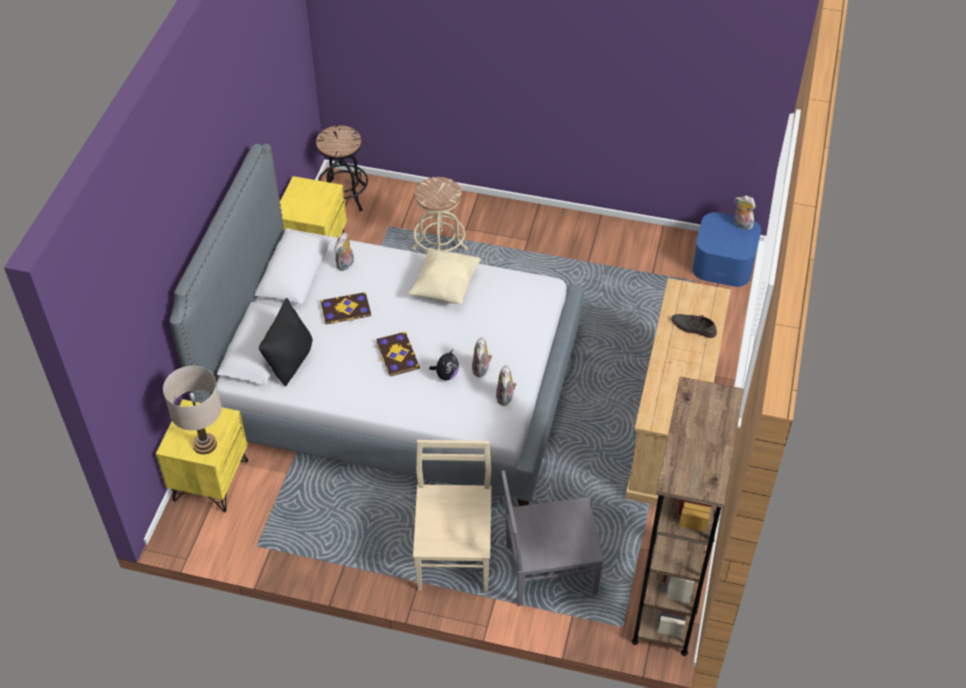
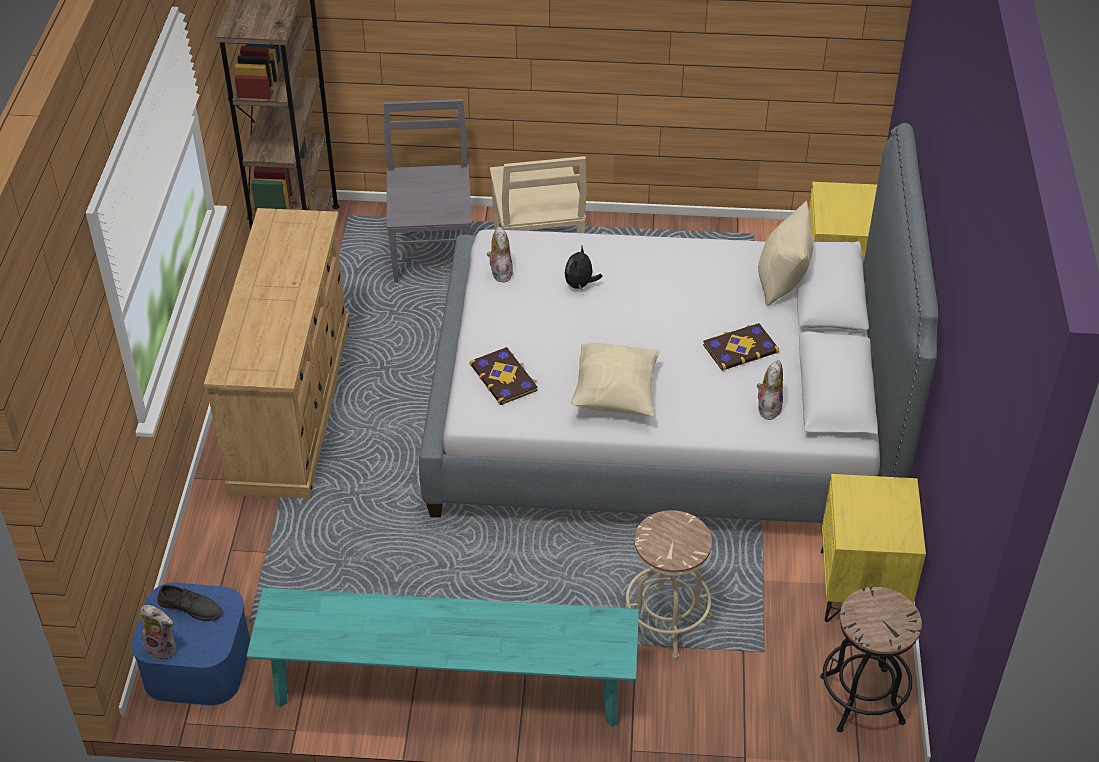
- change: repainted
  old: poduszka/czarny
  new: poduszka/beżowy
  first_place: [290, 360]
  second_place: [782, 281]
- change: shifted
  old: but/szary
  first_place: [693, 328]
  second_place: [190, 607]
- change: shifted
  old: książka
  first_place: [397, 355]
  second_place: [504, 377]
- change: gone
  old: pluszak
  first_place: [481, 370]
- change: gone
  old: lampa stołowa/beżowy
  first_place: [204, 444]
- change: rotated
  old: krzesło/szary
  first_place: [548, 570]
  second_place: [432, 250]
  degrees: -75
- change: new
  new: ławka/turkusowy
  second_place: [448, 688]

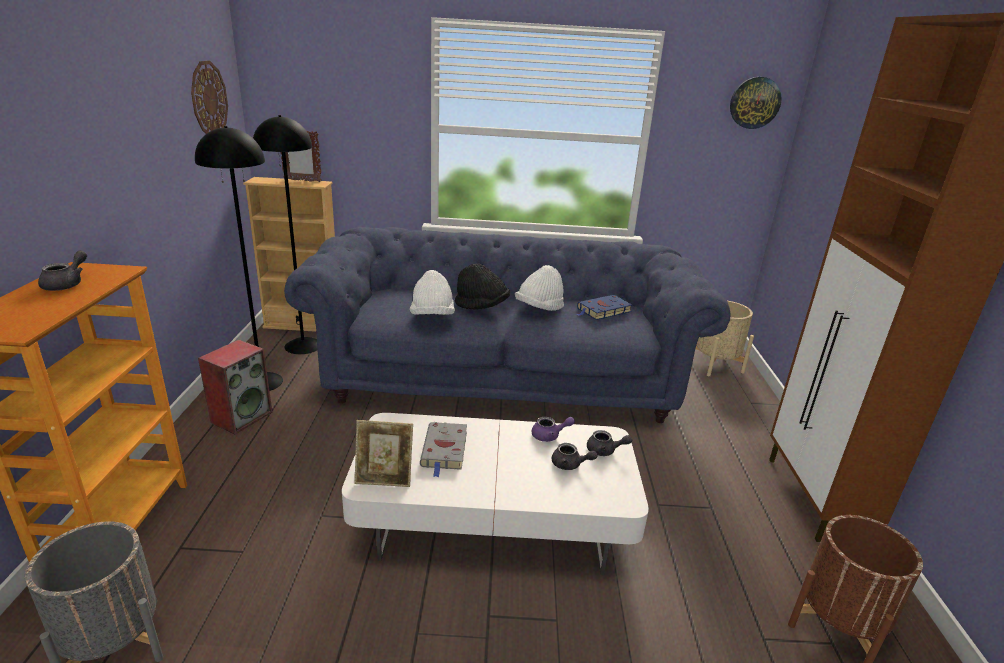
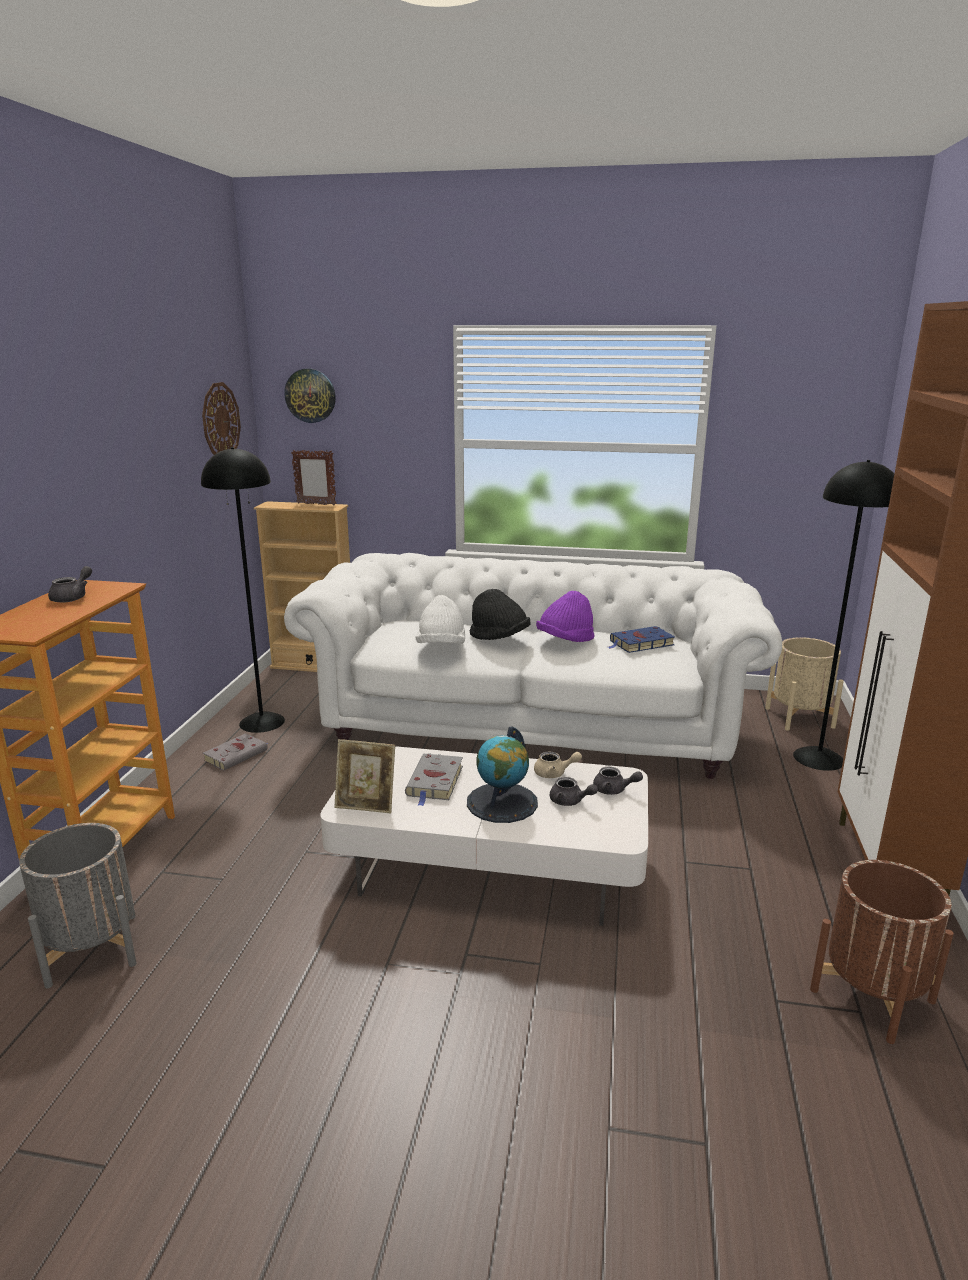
- change: shifted
  old: zegar ścienny
  first_place: [754, 103]
  second_place: [310, 395]
- change: shifted
  old: lampa stojąca/czarny
  first_place: [303, 346]
  second_place: [819, 758]
- change: repainted
  old: kanapa/niebieski
  new: kanapa/biały
  first_place: [502, 377]
  second_place: [530, 725]
- change: repainted
  old: kapelusz/biały
  new: kapelusz/fioletowy
  first_place: [539, 308]
  second_place: [565, 640]
- change: swapped
  old: głośnik
  new: książka/szary
  first_place: [242, 416]
  second_place: [237, 755]
- change: repainted
  old: imbryk/fioletowy
  new: imbryk/beżowy
  first_place: [549, 436]
  second_place: [554, 773]
- change: new
  new: globus
  second_place: [502, 802]

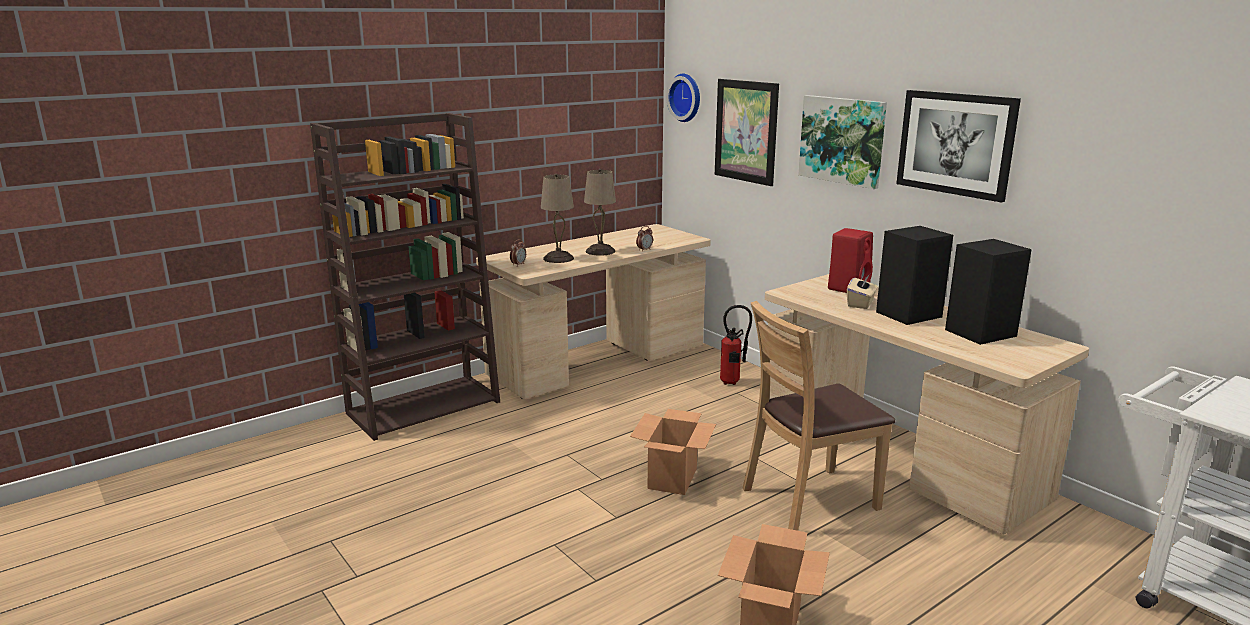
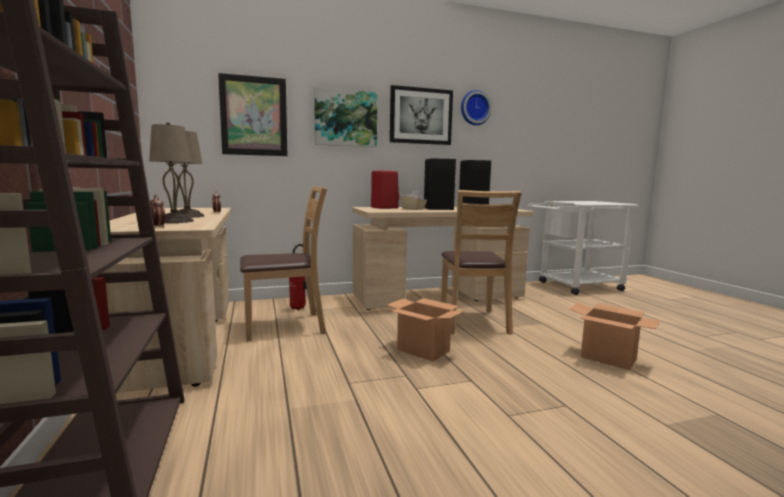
- change: shifted
  old: zegar ścienny
  first_place: [686, 97]
  second_place: [474, 108]
- change: new
  new: krzesło/brązowy
  second_place: [285, 326]

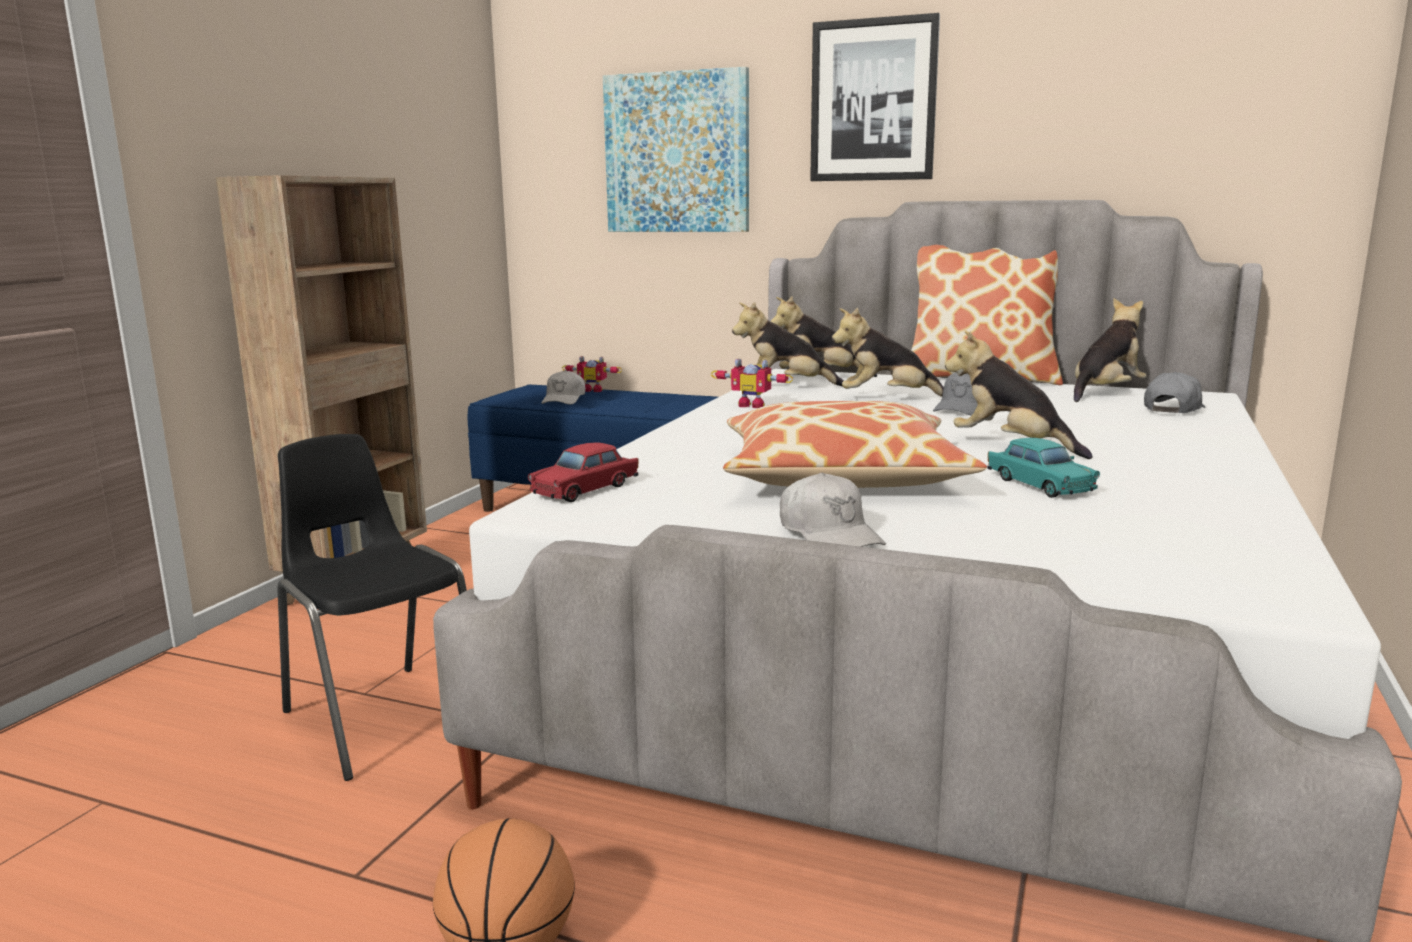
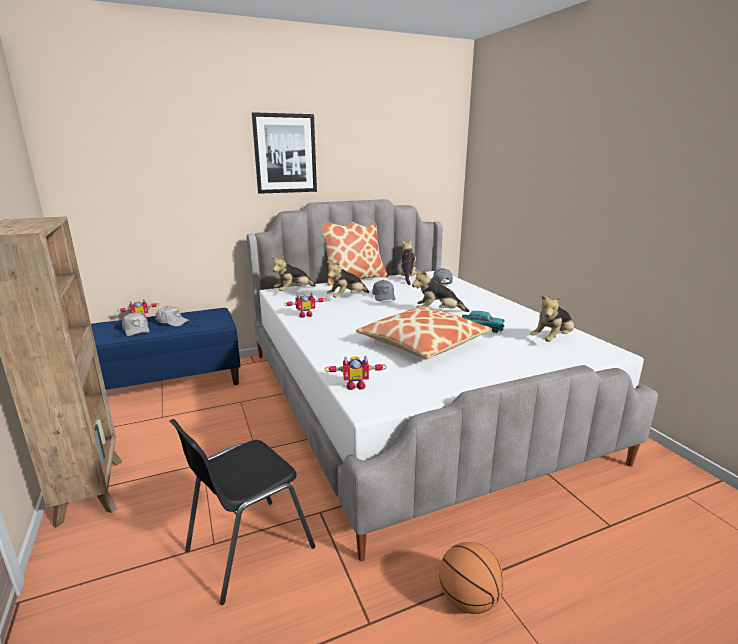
- change: gone
  old: obraz
  first_place: [677, 153]
- change: shifted
  old: pluszak
  first_place: [785, 387]
  second_place: [552, 340]
- change: rotated
  old: krzesło/czarny
  first_place: [384, 717]
  second_place: [248, 548]
  degrees: -45
- change: swapped
  old: samochodzik/czerwony
  new: robot zabawkowy
  first_place: [586, 489]
  second_place: [355, 385]
- change: shifted
  old: czapka z daszkiem/biały
  first_place: [829, 535]
  second_place: [172, 322]

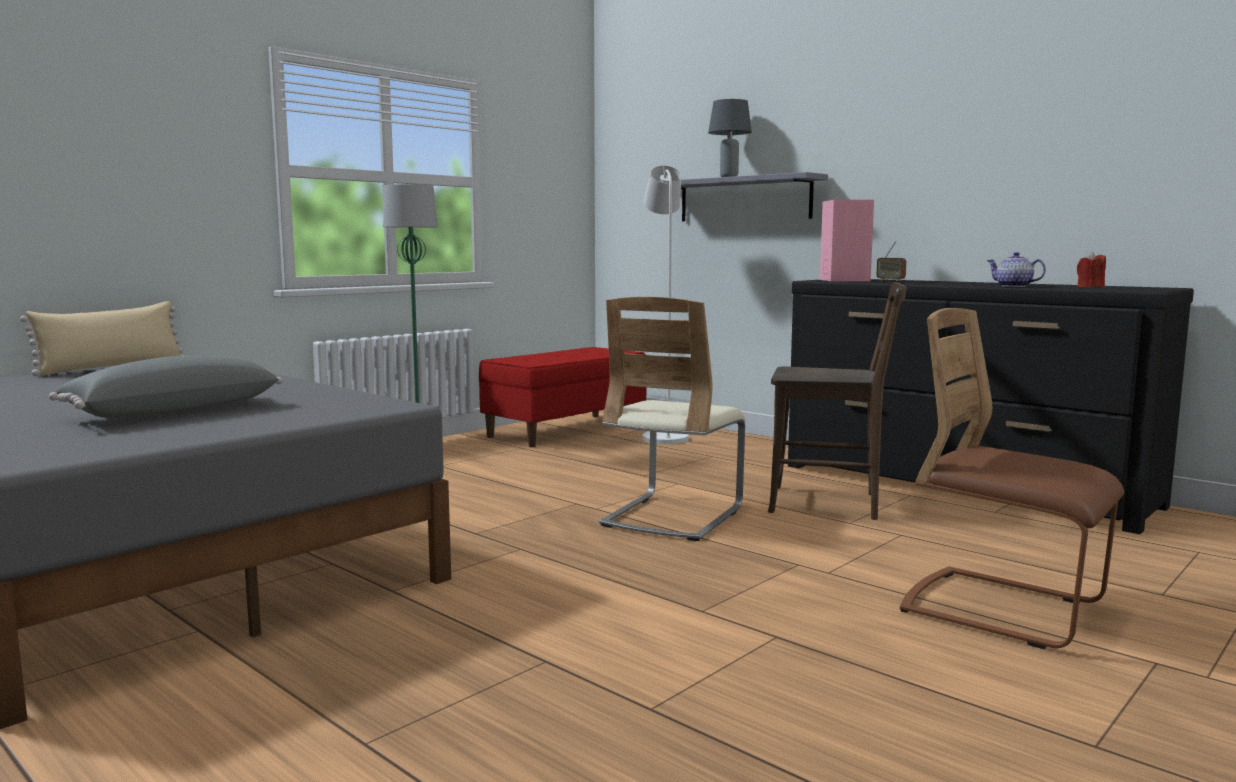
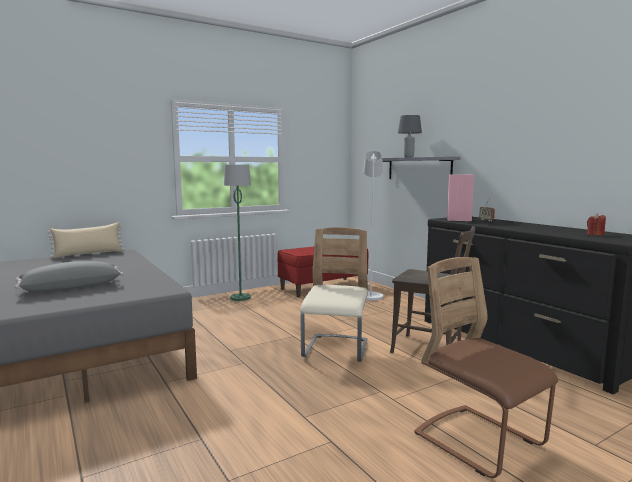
- change: gone
  old: imbryk
  first_place: [1014, 286]
- change: rotated
  old: krzesło/beżowy
  first_place: [672, 516]
  second_place: [336, 350]
  degrees: 150

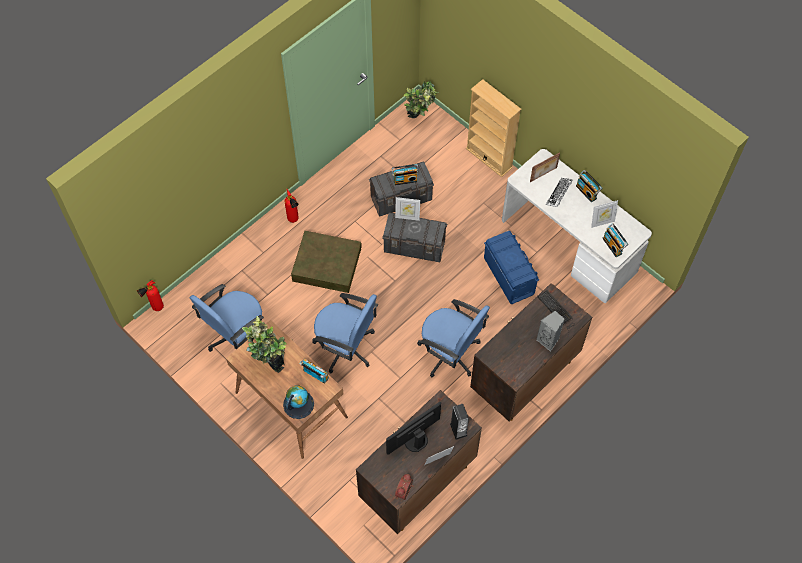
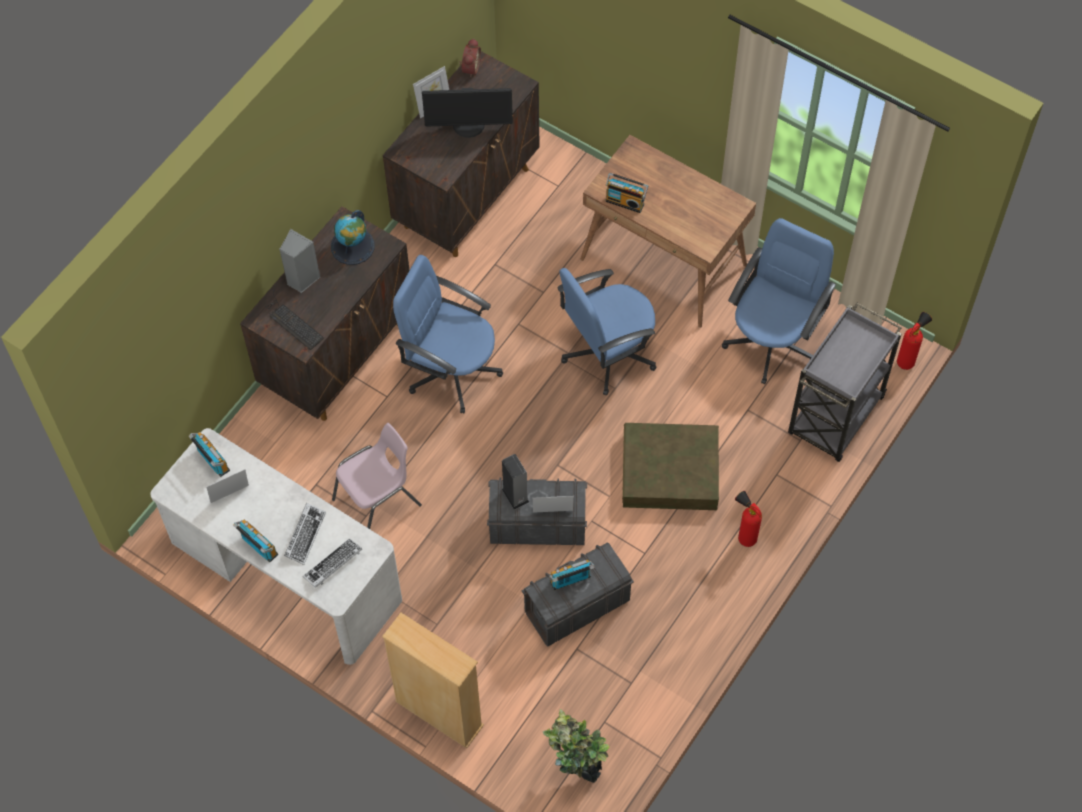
- change: swapped
  old: ramka na zdjęcie
  new: klawiatura
  first_place: [543, 175]
  second_place: [333, 565]
- change: swapped
  old: pojemnik do przechowywania/niebieski
  new: krzesło/różowy
  first_place: [508, 276]
  second_place: [378, 503]
- change: rotated
  old: krzesło biurowe/niebieski
  first_place: [346, 347]
  second_place: [607, 353]
  degrees: -45
- change: gone
  old: roślina doniczkowa
  first_place: [269, 362]
- change: shifted
  old: globus
  first_place: [298, 404]
  second_place: [352, 246]
- change: rotated
  old: monitor
  first_place: [415, 440]
  second_place: [468, 126]
  degrees: 45
- change: shifted
  old: głośnik
  first_place: [458, 429]
  second_place: [515, 495]
- change: new
  new: wózek/szary
  second_place: [835, 418]

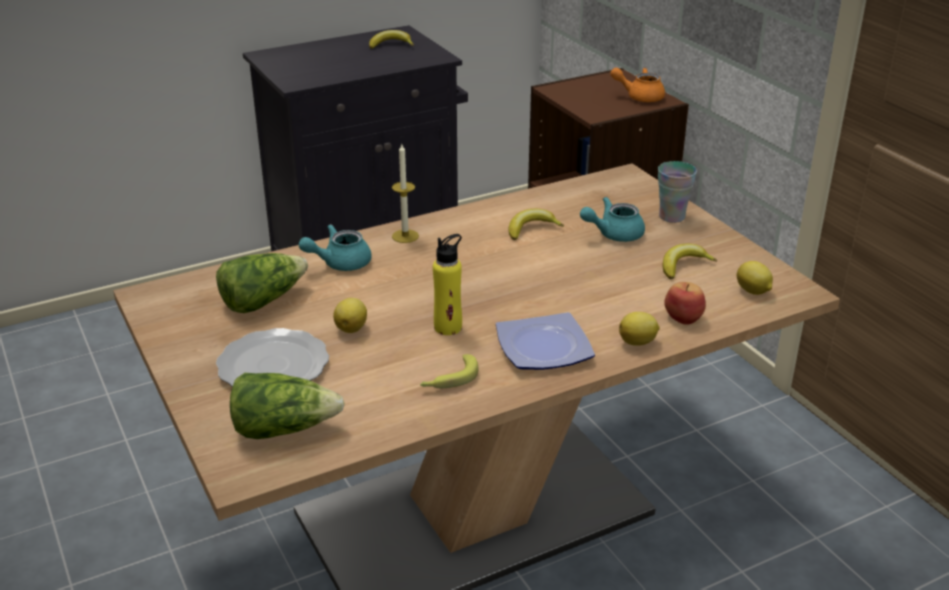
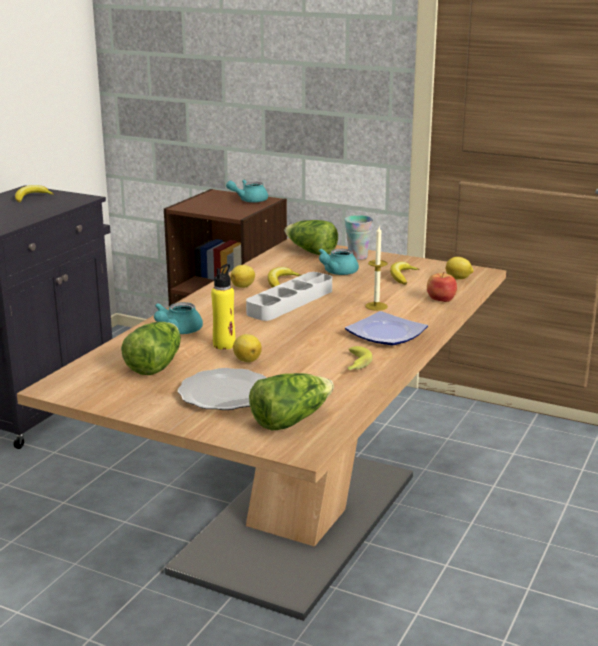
- change: repainted
  old: imbryk/pomarańczowy
  new: imbryk/turkusowy
  first_place: [639, 97]
  second_place: [249, 200]
- change: shifted
  old: świeca
  first_place: [405, 236]
  second_place: [376, 306]
- change: shifted
  old: butelka/żółty
  first_place: [448, 327]
  second_place: [224, 345]
- change: shifted
  old: cytryna
  first_place: [638, 342]
  second_place: [243, 286]
- change: new
  new: sałata
  second_place: [310, 252]
- change: new
  new: taca/szary
  second_place: [290, 302]

